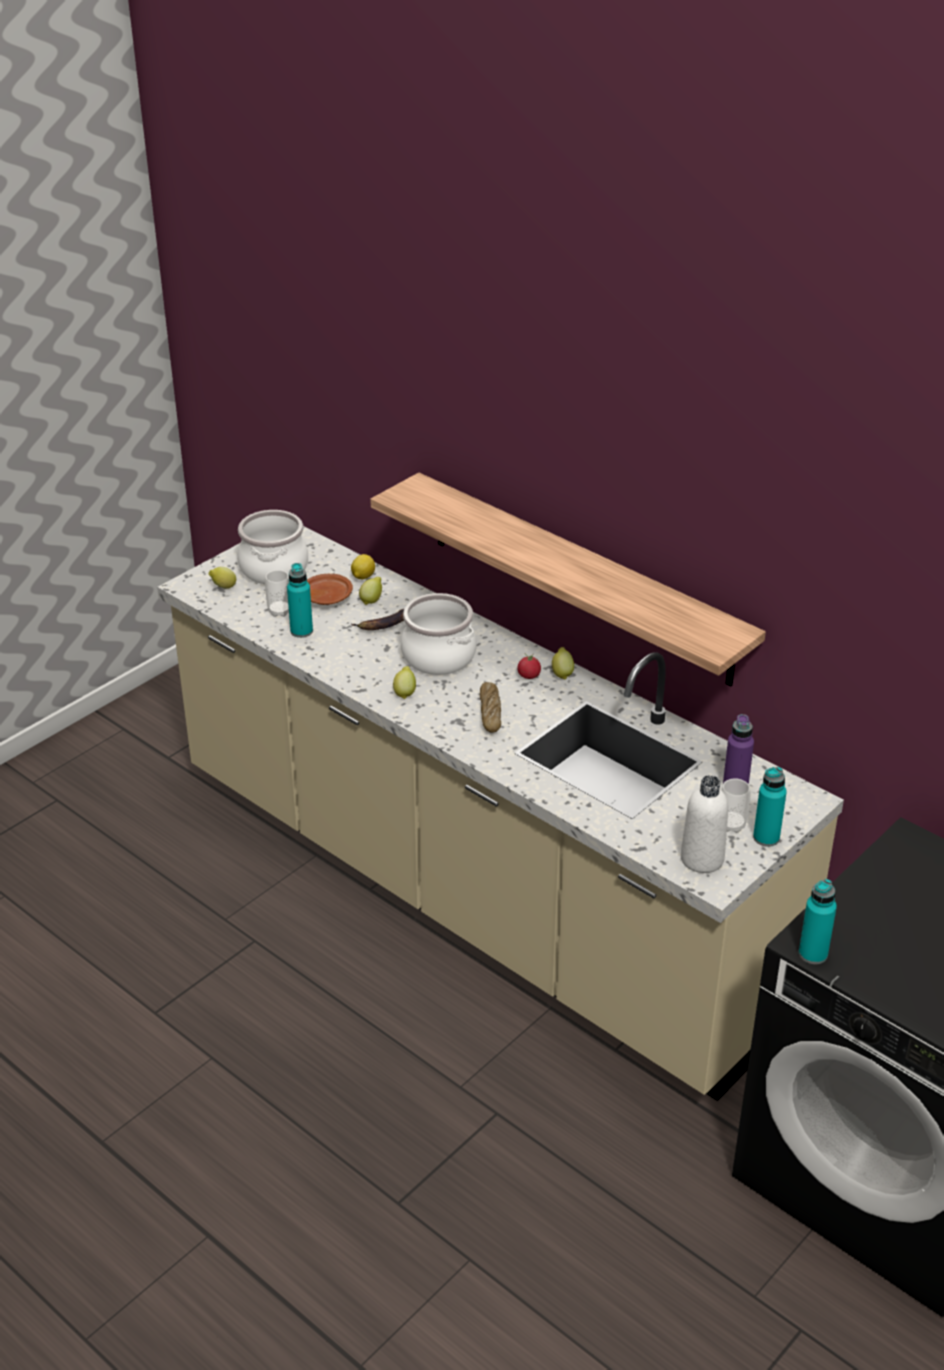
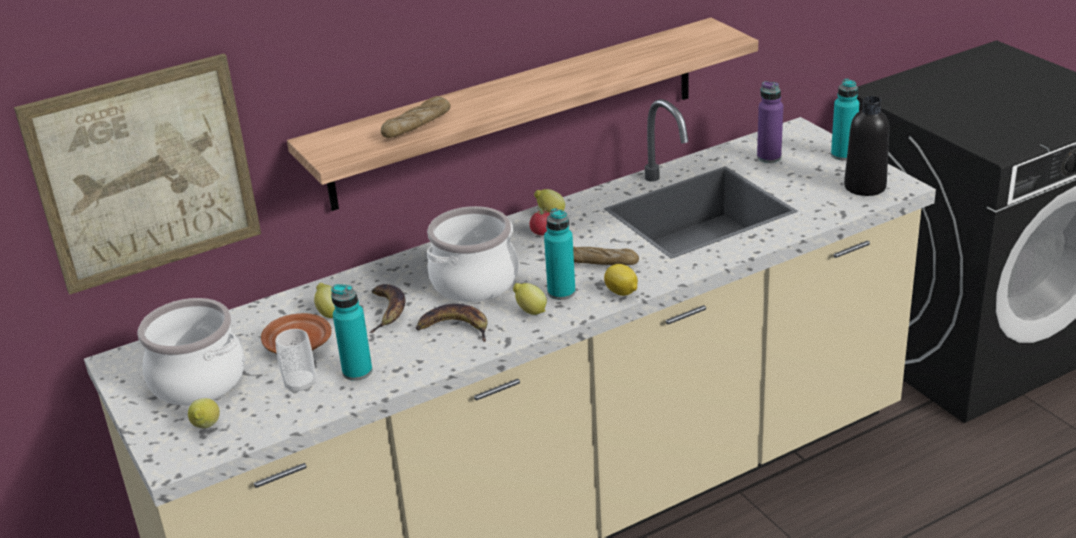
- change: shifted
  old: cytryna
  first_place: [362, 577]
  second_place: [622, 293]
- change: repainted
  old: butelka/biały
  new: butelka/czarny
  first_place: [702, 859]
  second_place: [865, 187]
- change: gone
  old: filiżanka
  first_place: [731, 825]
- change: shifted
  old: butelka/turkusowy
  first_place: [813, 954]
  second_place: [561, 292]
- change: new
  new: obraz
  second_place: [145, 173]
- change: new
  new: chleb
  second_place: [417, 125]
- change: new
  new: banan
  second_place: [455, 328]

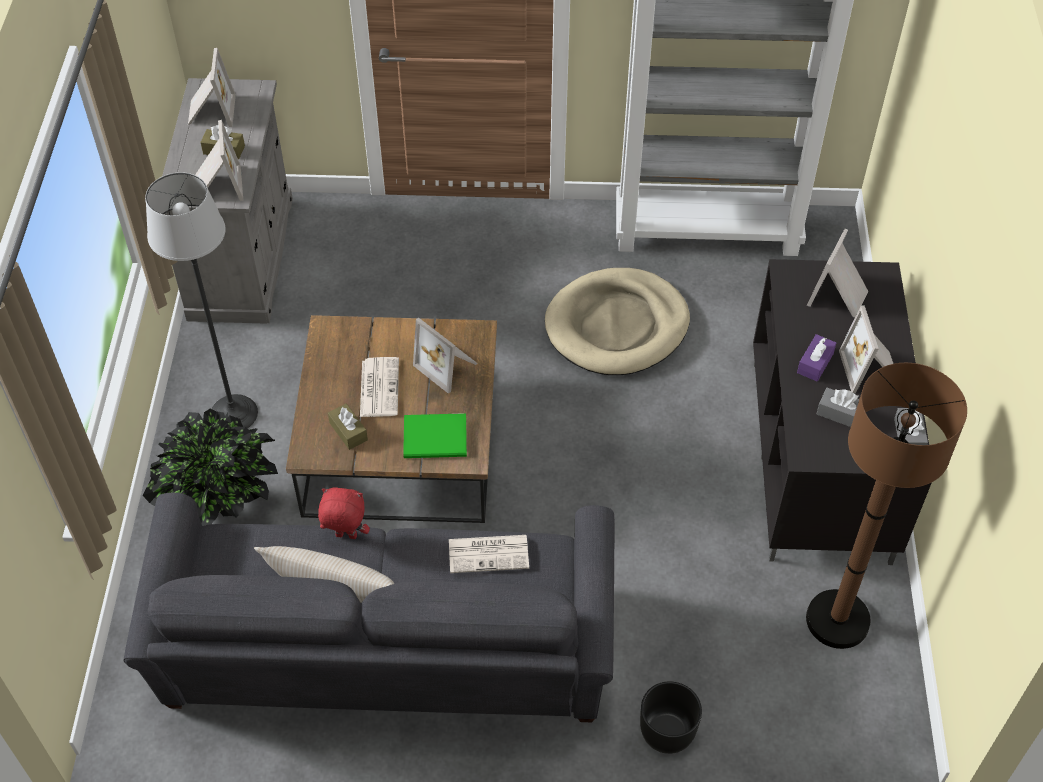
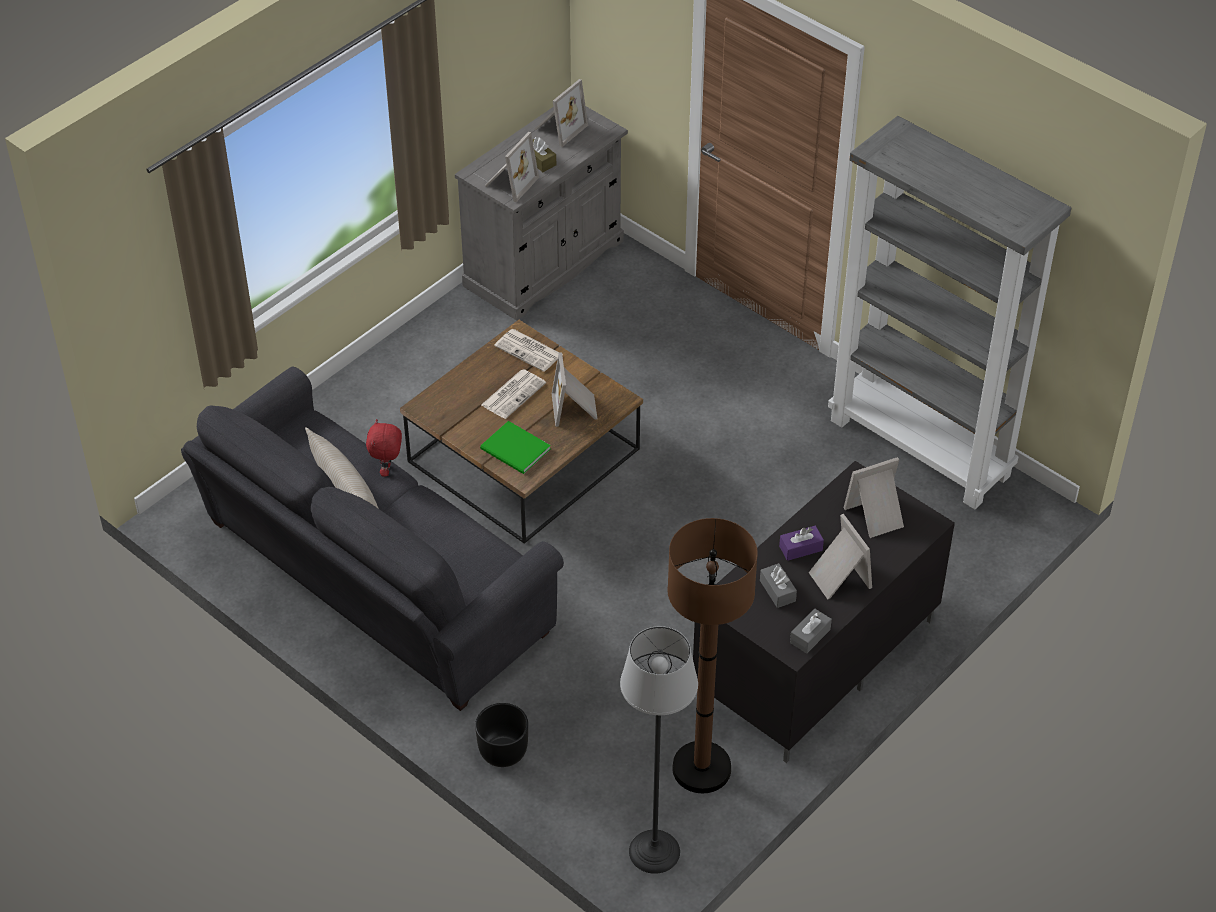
- change: shifted
  old: lampa stojąca
  first_place: [233, 414]
  second_place: [654, 851]
- change: gone
  old: legowisko/beżowy
  first_place: [617, 326]
- change: rotated
  old: ramka na zdjęcie
  first_place: [871, 369]
  second_place: [837, 578]
  degrees: 120
- change: gone
  old: pudełko chusteczek/brązowy
  first_place: [348, 431]
- change: gone
  old: roślina doniczkowa
  first_place: [221, 506]
- change: rotated
  old: pluszak/czerwony
  first_place: [345, 536]
  second_place: [387, 470]
  degrees: -135
- change: shifted
  old: gazeta
  first_place: [489, 553]
  second_place: [529, 350]

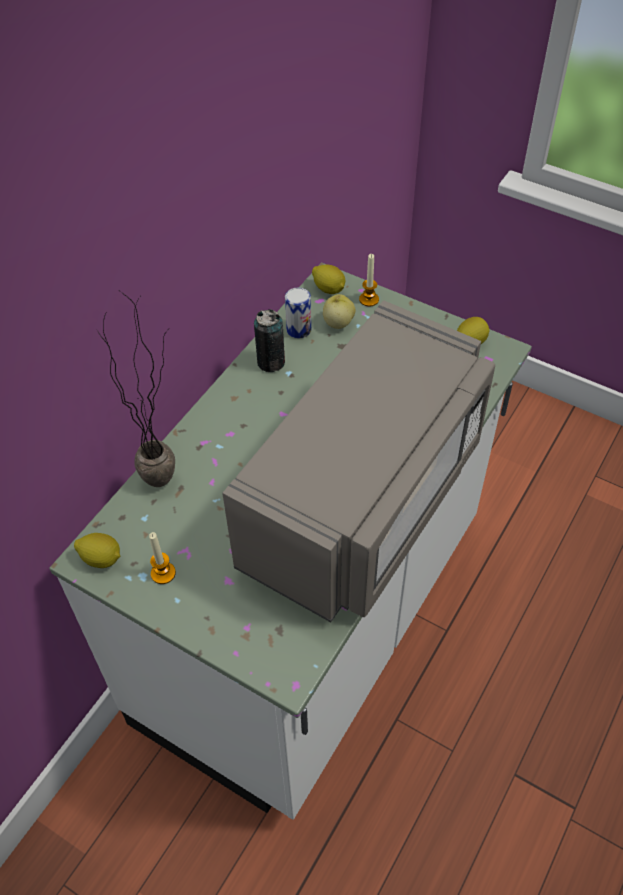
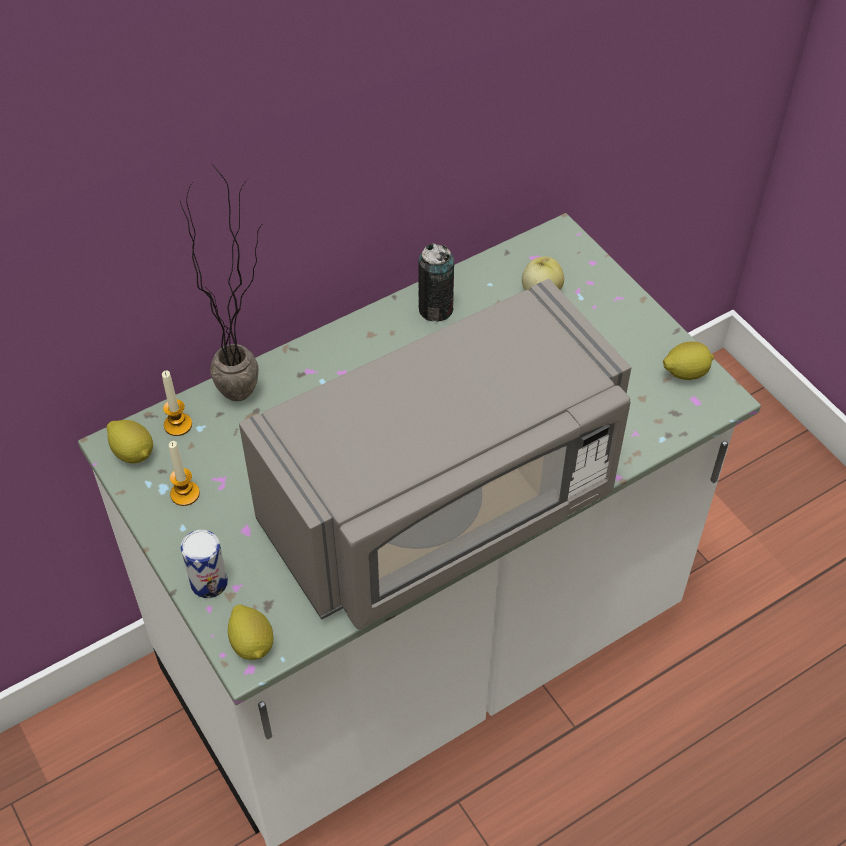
- change: shifted
  old: świeca
  first_place: [369, 299]
  second_place: [178, 425]
- change: shifted
  old: cytryna
  first_place: [329, 289]
  second_place: [252, 643]
- change: shifted
  old: puszka
  first_place: [298, 330]
  second_place: [209, 582]

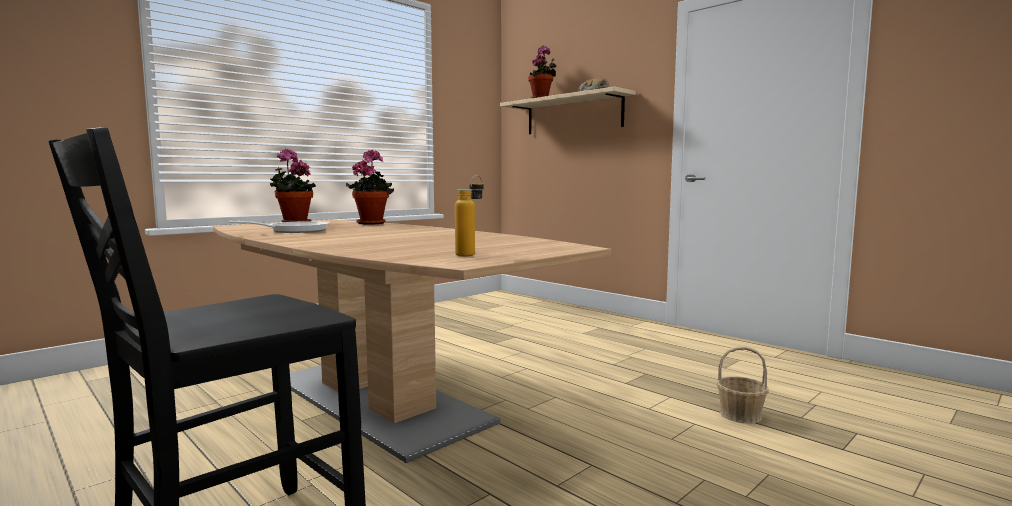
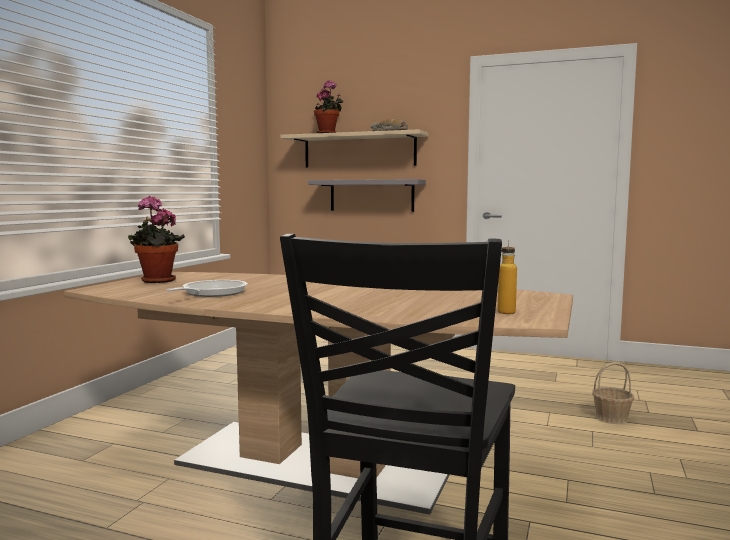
- change: gone
  old: roślina doniczkowa
  first_place: [372, 223]
- change: new
  new: półka/szary
  second_place: [371, 195]

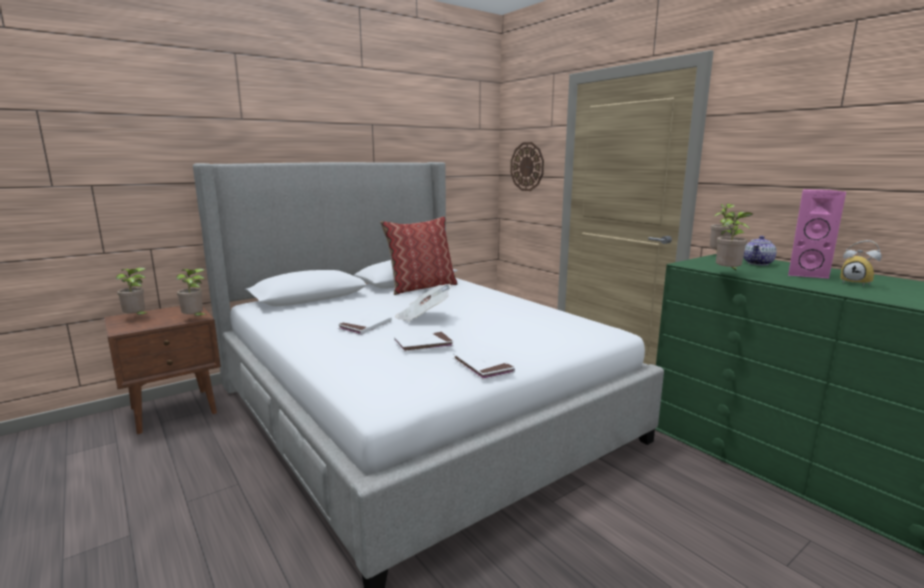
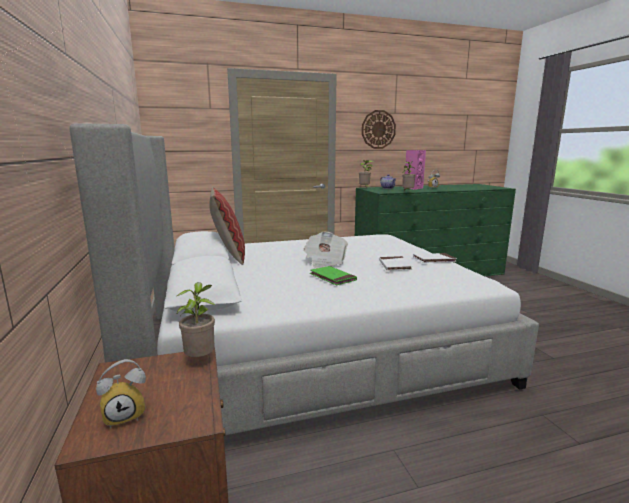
- change: shifted
  old: zegar ścienny
  first_place: [527, 166]
  second_place: [378, 129]
- change: swapped
  old: roślina doniczkowa
  new: budzik
  first_place: [137, 318]
  second_place: [126, 415]
- change: repainted
  old: książka/biały
  new: książka/zielony
  first_place: [365, 326]
  second_place: [332, 278]

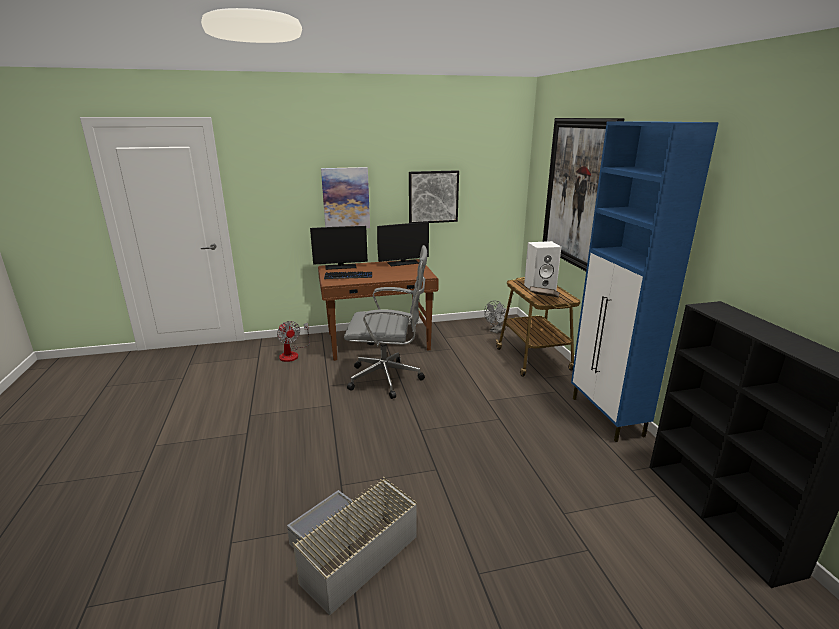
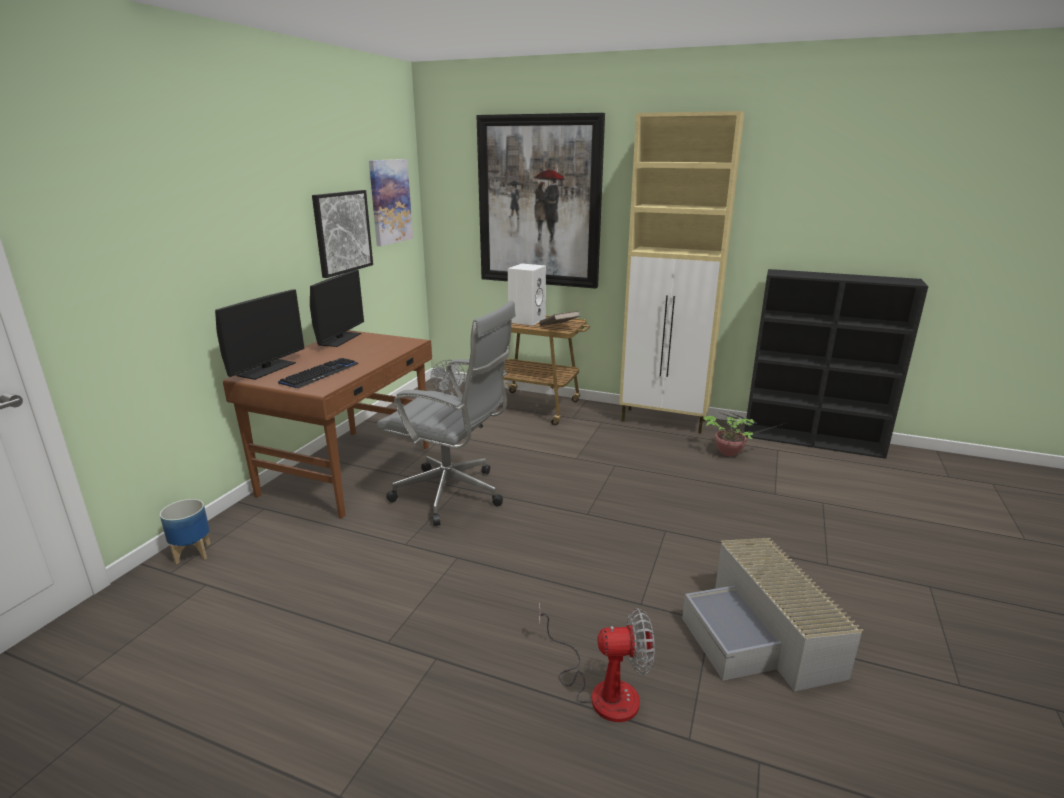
- change: repainted
  old: szafka/niebieski
  new: szafka/beżowy
  first_place: [607, 417]
  second_place: [664, 421]
- change: shifted
  old: obraz
  first_place: [346, 198]
  second_place: [390, 201]
- change: rotated
  old: krzesło biurowe/szary
  first_place: [388, 379]
  second_place: [454, 495]
  degrees: 75
- change: shifted
  old: wentylator
  first_place: [292, 354]
  second_place: [601, 689]
- change: new
  new: roślina doniczkowa
  second_place: [730, 453]
- change: new
  new: donica
  second_place: [193, 553]

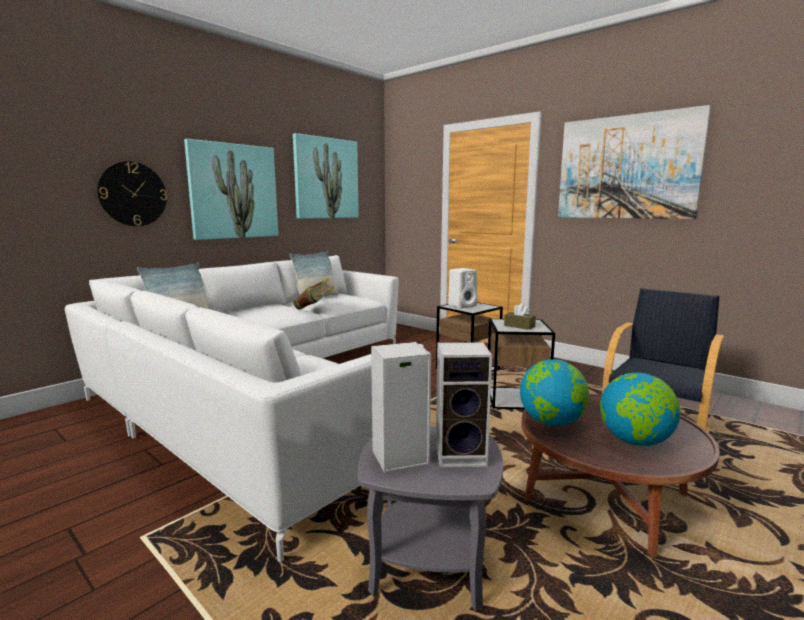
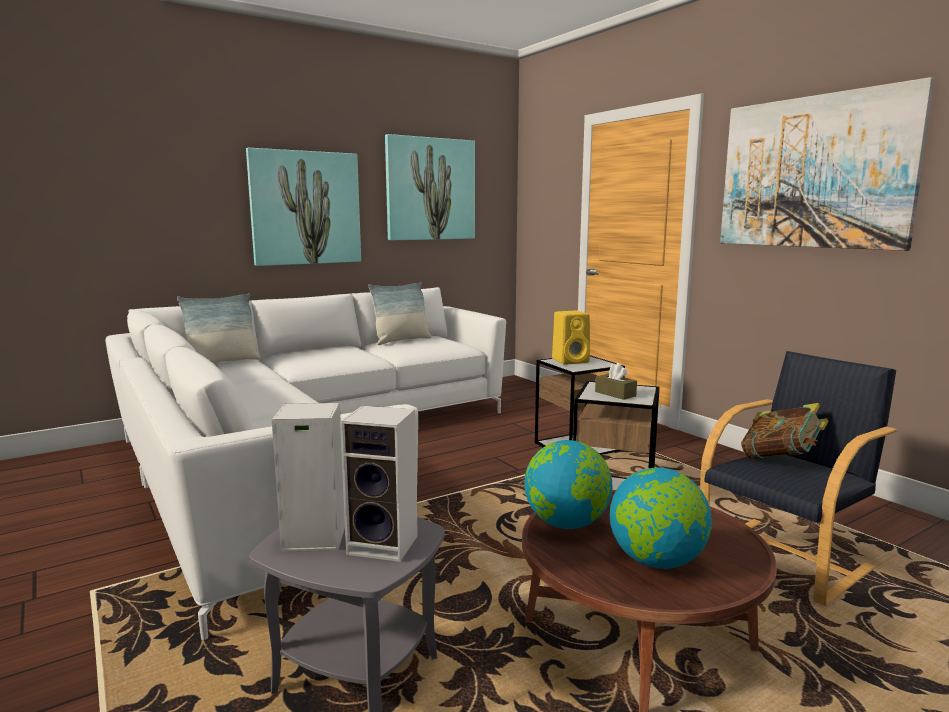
- change: gone
  old: zegar ścienny
  first_place: [133, 194]
- change: repainted
  old: głośnik/biały
  new: głośnik/żółty
  first_place: [462, 305]
  second_place: [571, 361]
- change: shifted
  old: książka
  first_place: [314, 309]
  second_place: [781, 459]

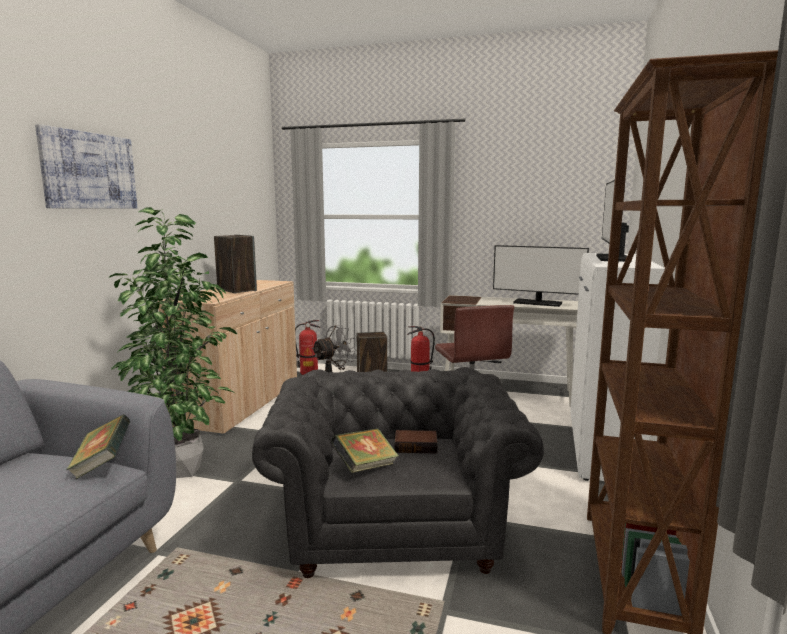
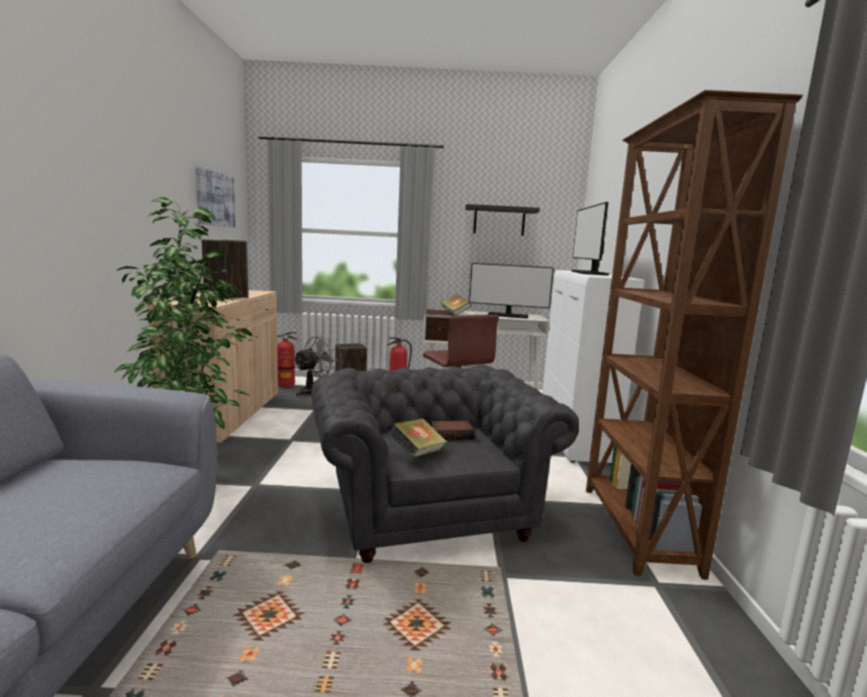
- change: shifted
  old: obraz
  first_place: [89, 171]
  second_place: [215, 199]
- change: shifted
  old: książka
  first_place: [102, 464]
  second_place: [455, 313]
- change: new
  new: półka
  second_place: [499, 221]

